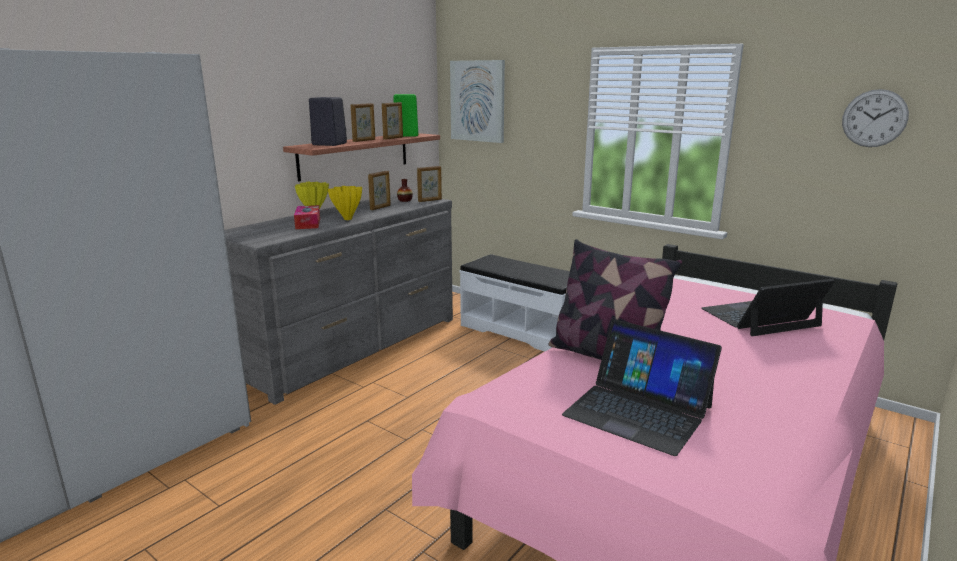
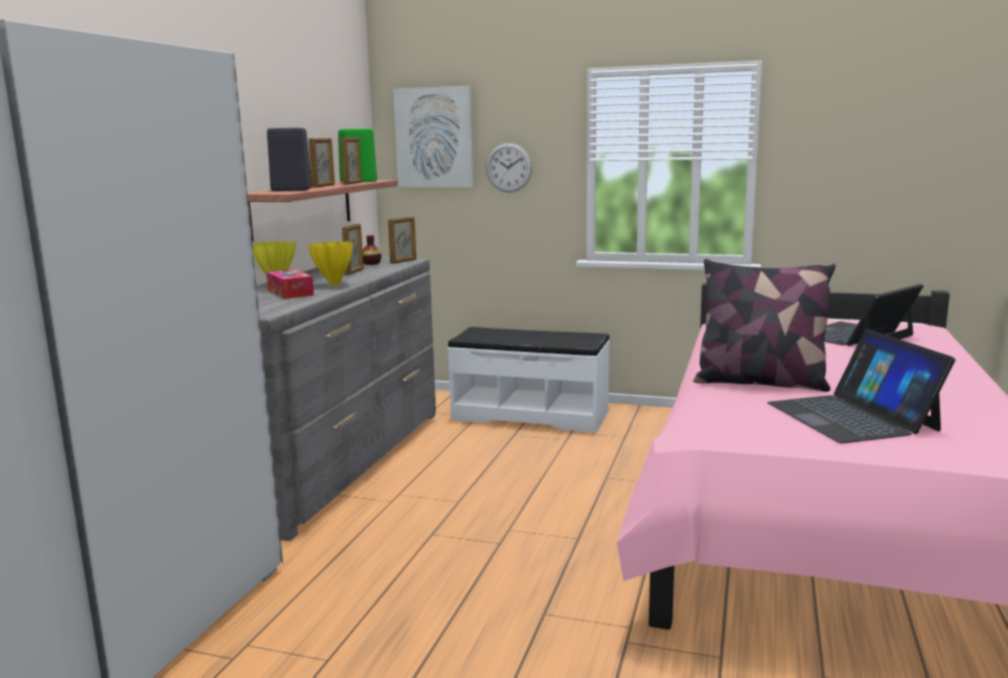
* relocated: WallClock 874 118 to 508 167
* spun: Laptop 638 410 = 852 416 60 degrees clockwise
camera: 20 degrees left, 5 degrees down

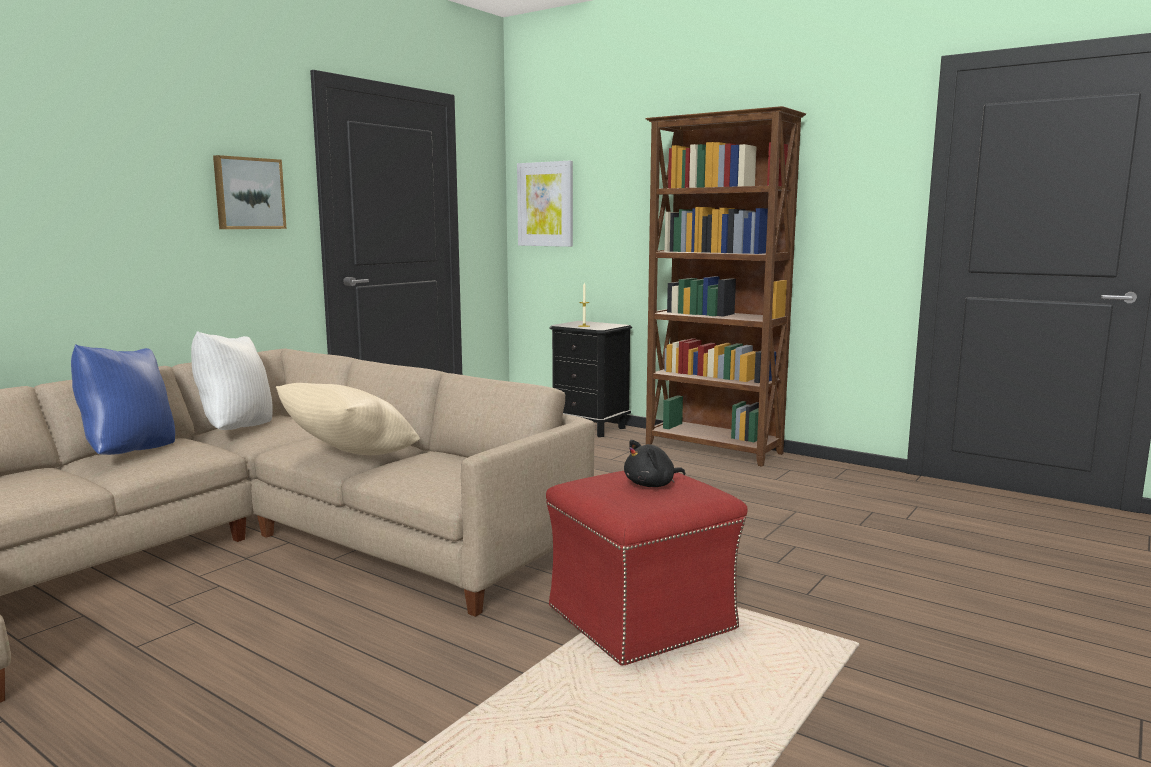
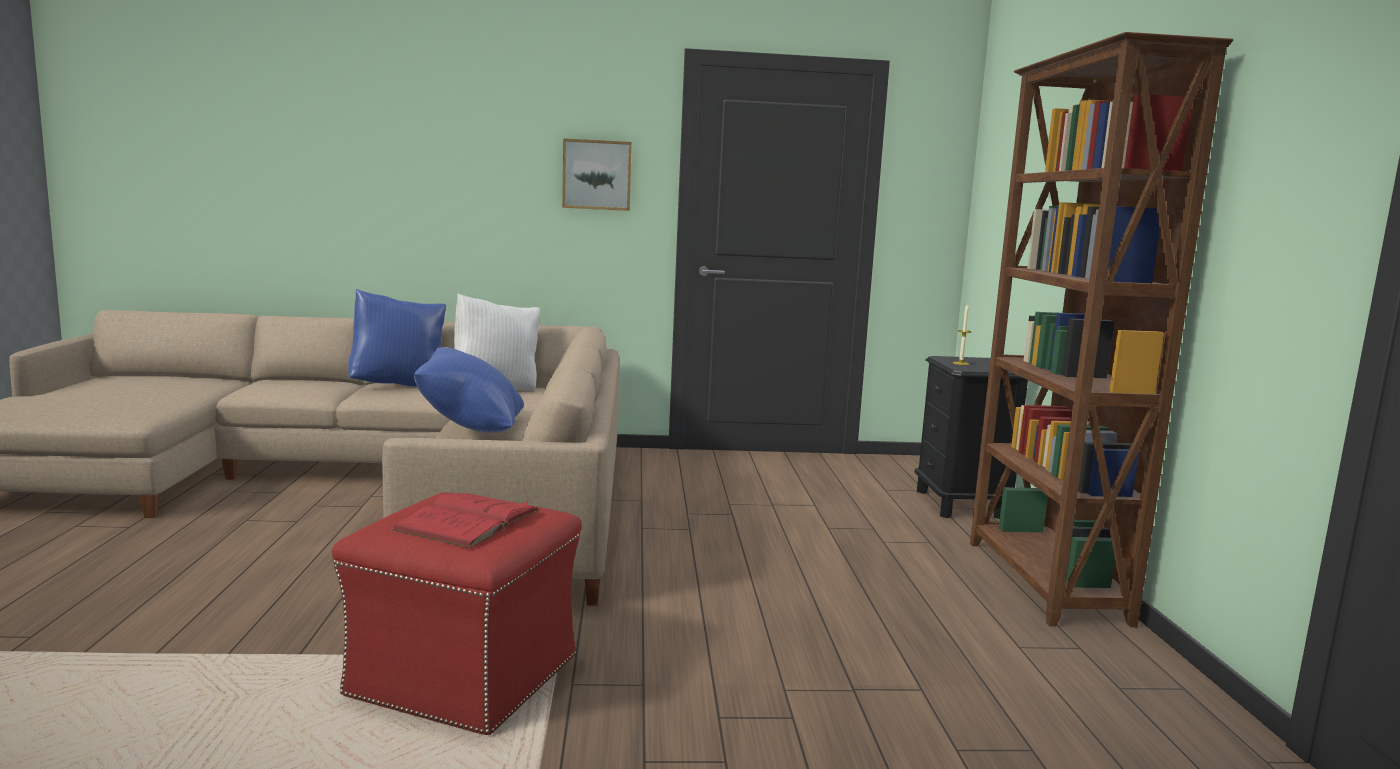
* missing: WallPicture 545 204
* exchanged: BlackPlushToy 652 485 to RedColouredVolume 468 520
* colour: SandColouredPillow 350 457 to BluePillow 470 428
camera: 50 degrees right, 0 degrees up

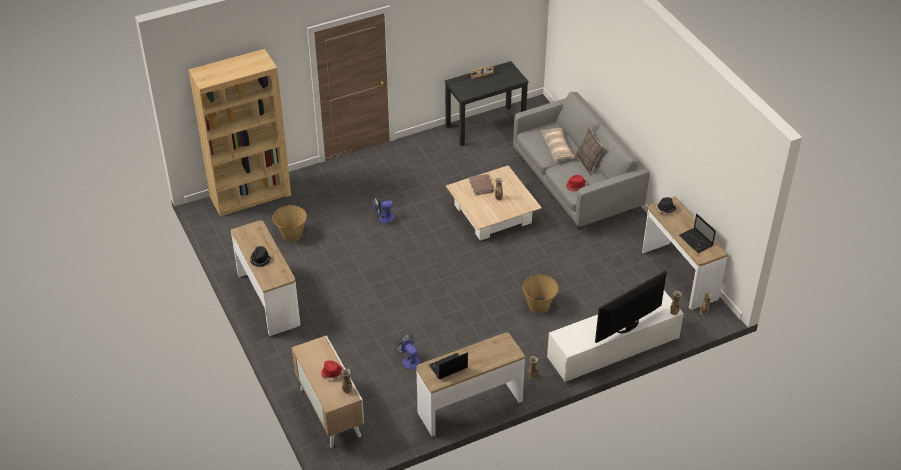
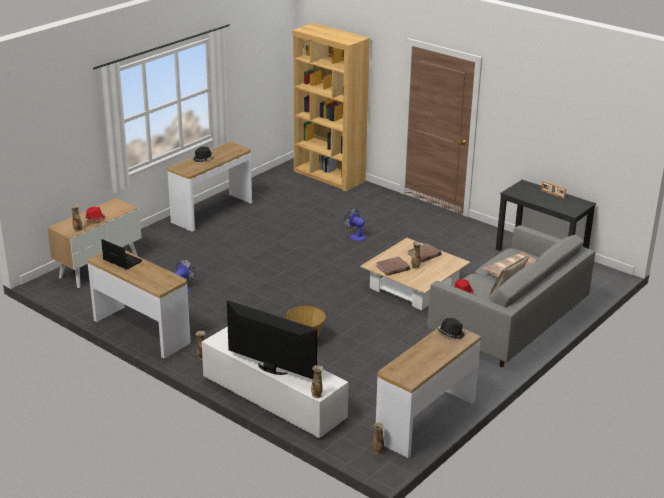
* missing: HouseholdBasket 291 234
* missing: Laptop 696 241
* appeared: BrownVolume 393 268
camera: 65 degrees right, 15 degrees down

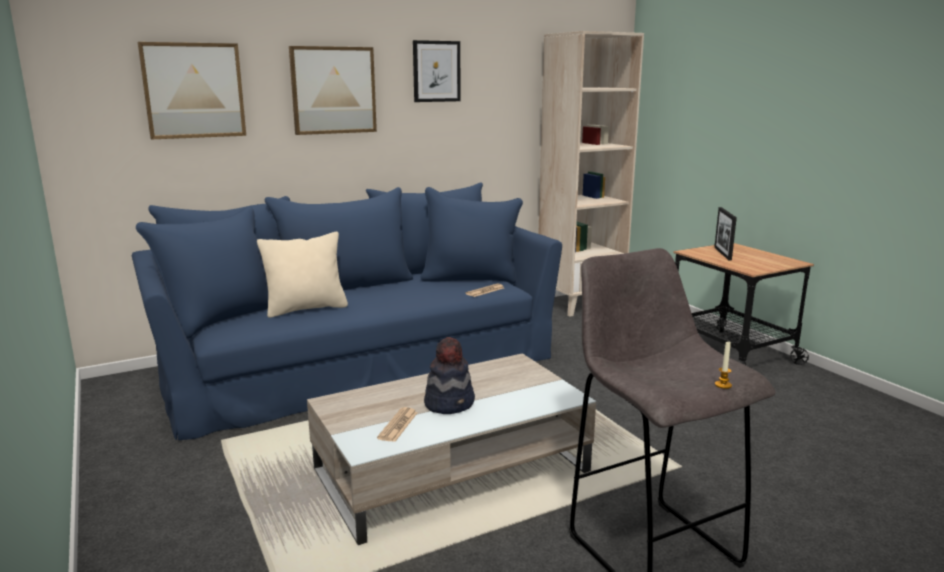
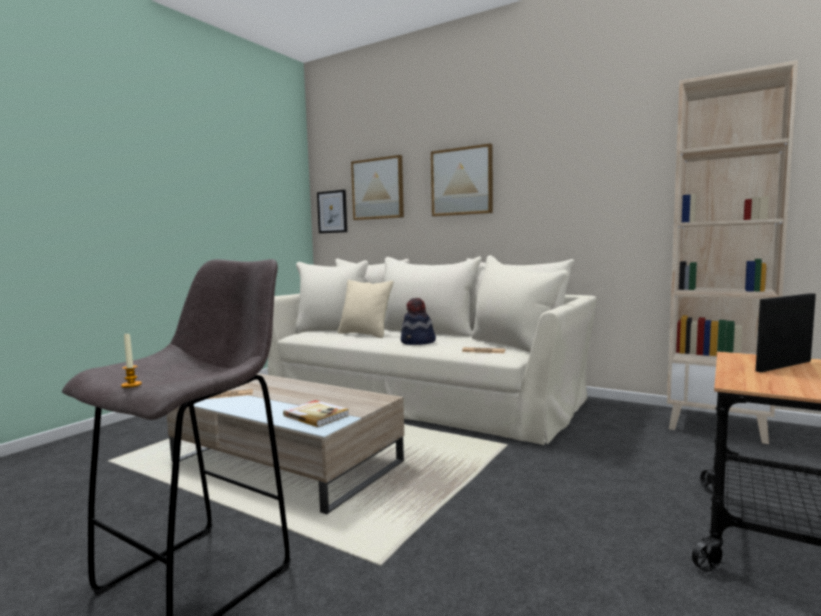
* appeared: Volume 316 415
* relocated: WallPicture 436 71 to 332 212
* relocated: ClothingHat 450 403 to 418 342
* colour: BlueSofa 359 363 to SandColouredSofa 421 395
camera: 60 degrees right, 10 degrees down

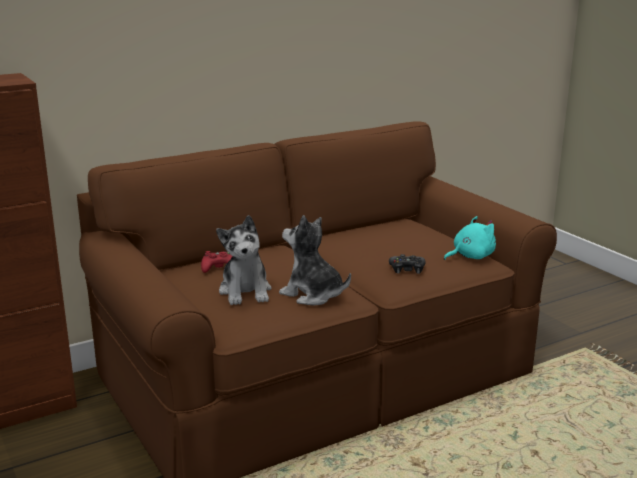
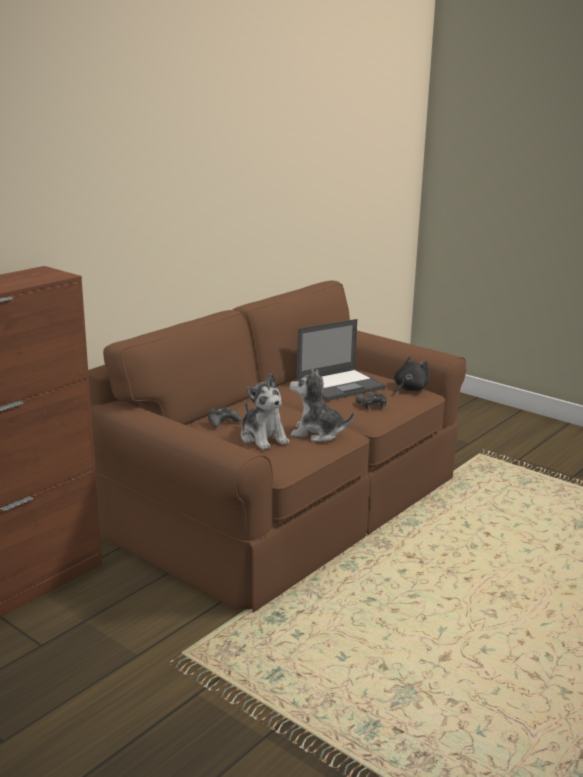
* appeared: Laptop 341 385
* colour: RedColouredGamepad 218 267 to BlackGamepad 222 422
* colour: TurquoisePlushToy 470 256 to BlackPlushToy 409 389
camera: 20 degrees left, 0 degrees up

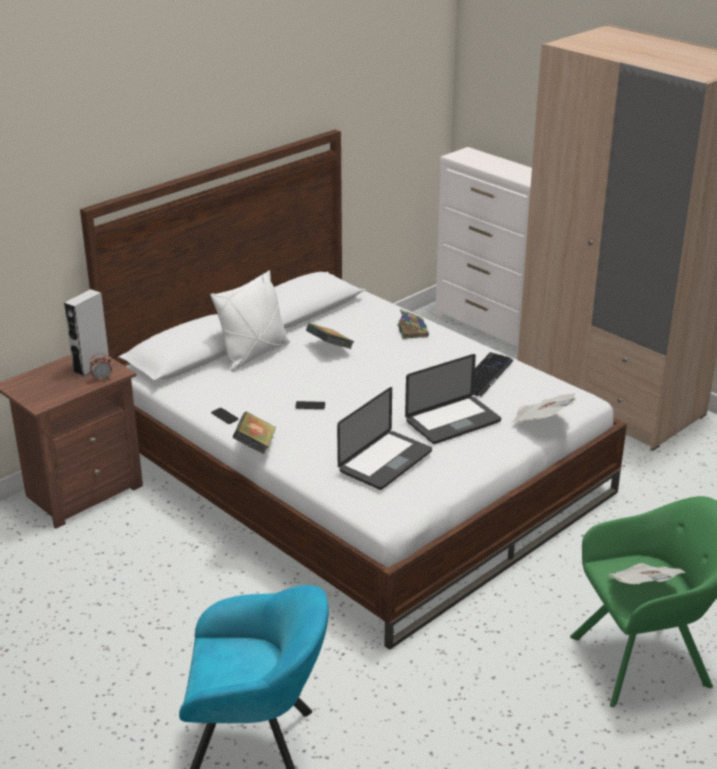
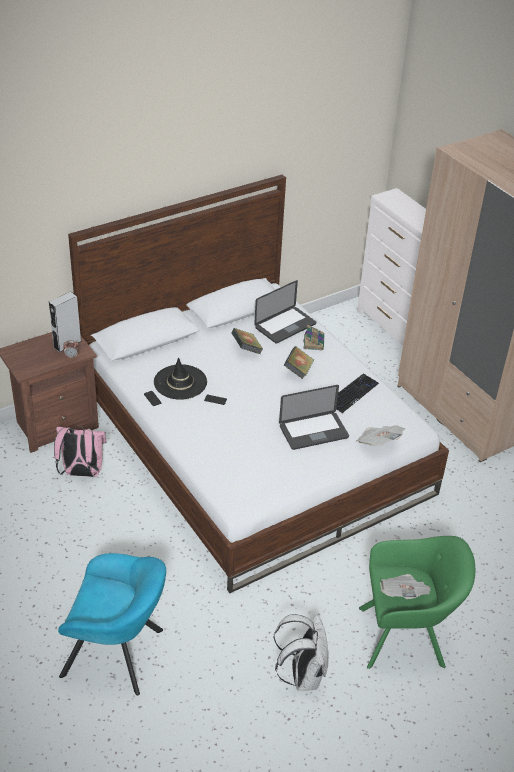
* missing: WhitePillow 254 354
* appeared: PinkKnapsack 81 473
* appeared: BlackClothingHat 180 382
* appeared: WhiteKnapsack 302 675
* relocated: Volume 255 447 to 298 371
* relocated: Laptop 385 461 to 285 326
camera: 10 degrees right, 10 degrees up

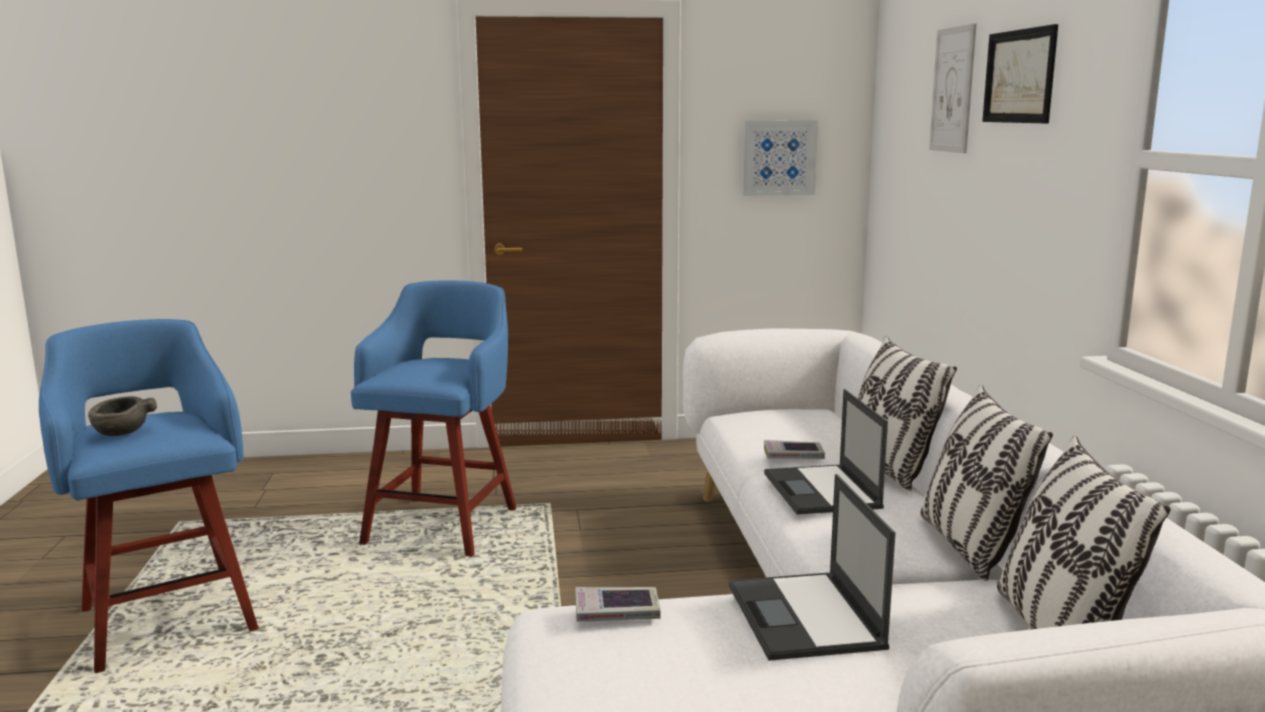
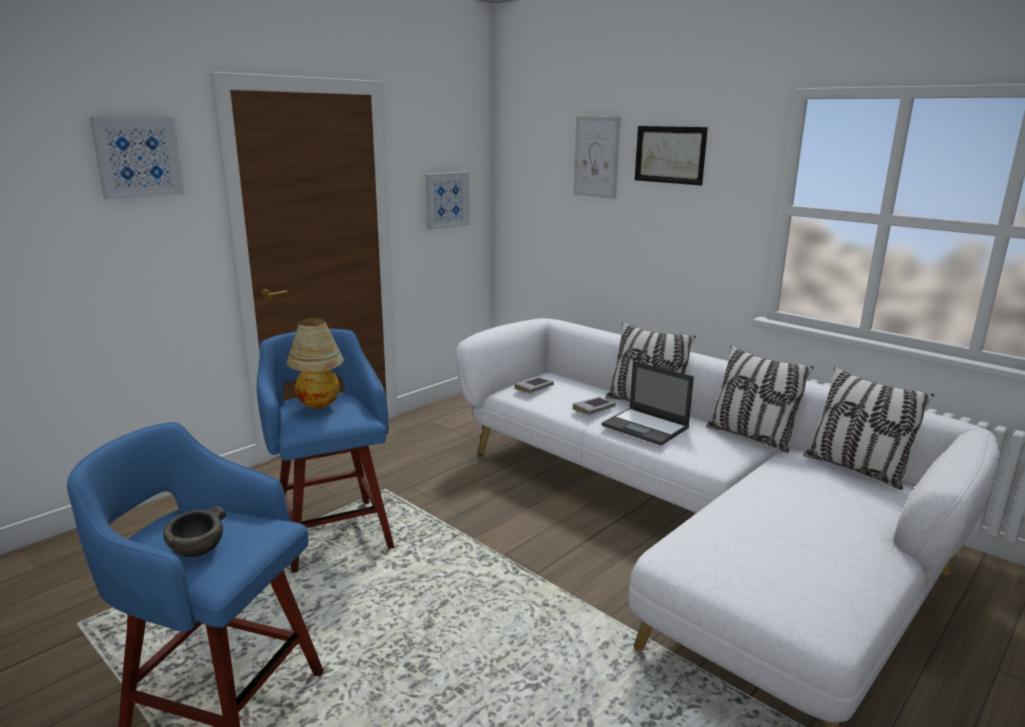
* missing: Laptop 805 617
* appeared: WallPicture 138 157
* appeared: LampForATable 318 406
* relocated: Volume 617 611 to 534 388
camera: 40 degrees left, 5 degrees up

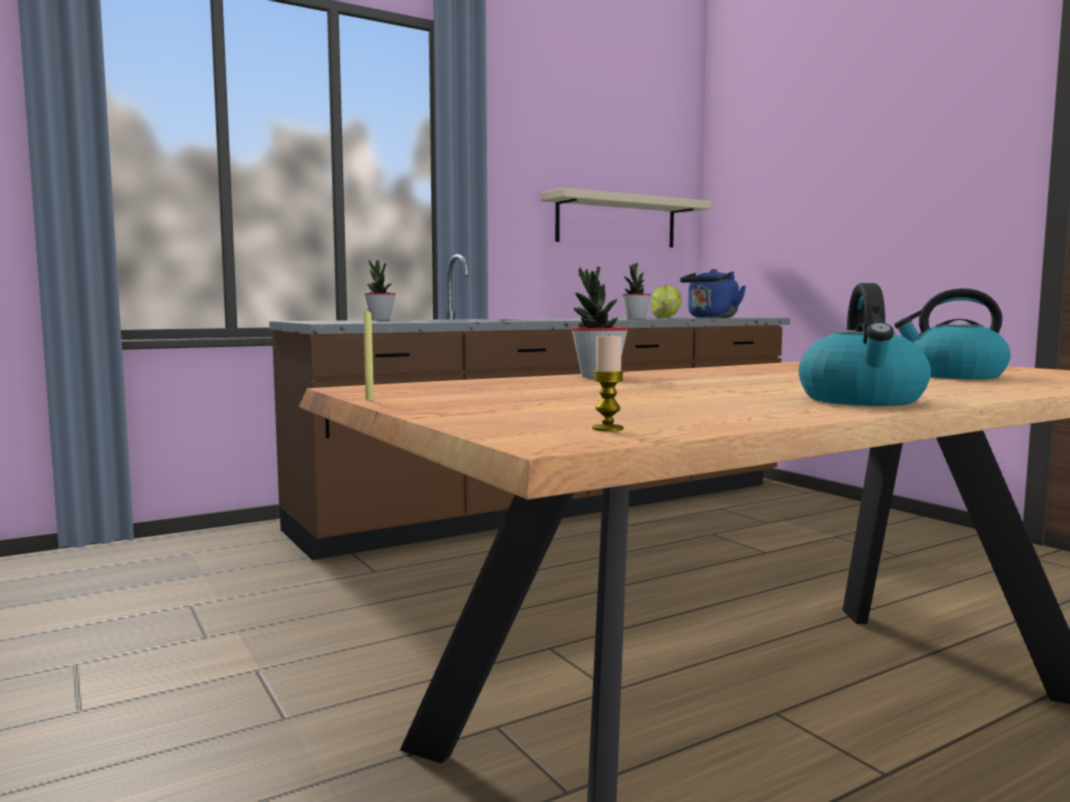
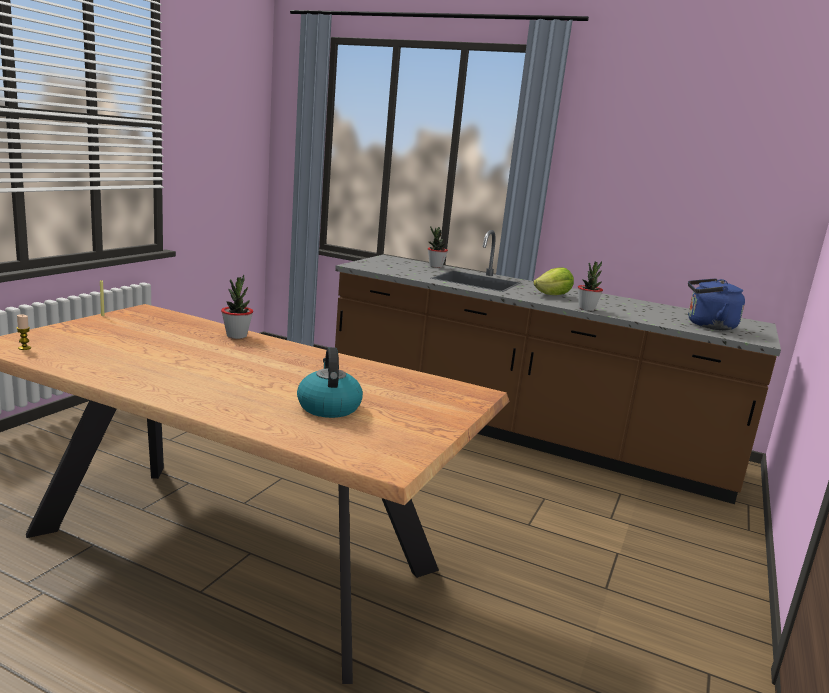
* missing: SandColouredShelf 616 222
* missing: WaterKettle 862 400
* relocated: HeadOfLettuce 666 318 to 553 295
camera: 55 degrees right, 10 degrees up

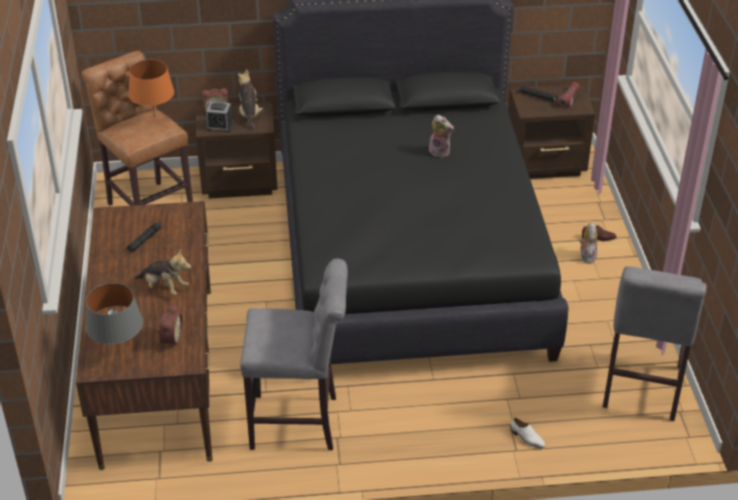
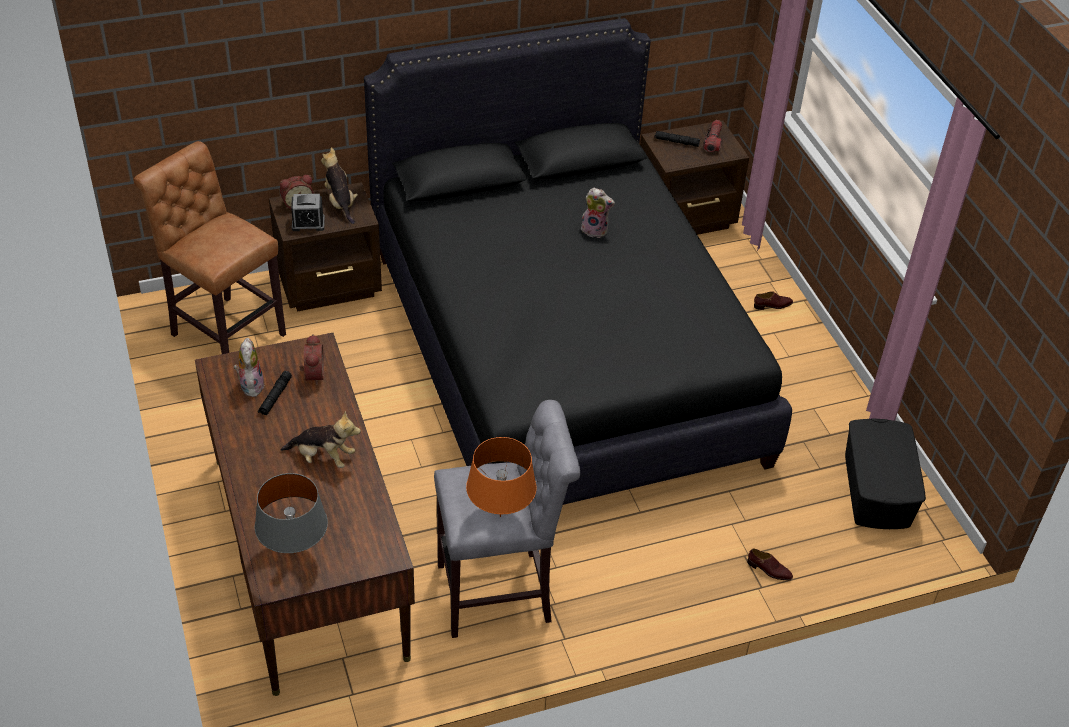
* relocated: OrangeyLampForATable 154 118 to 500 516
* relocated: TableClock 170 339 to 312 375
* relocated: PlushToy 586 256 to 250 385
* exchanged: GreyishStoolSeat 641 390 to BlackStorageContainer 876 490
* colour: WhiteLowShoe 527 438 to BrownLowShoe 769 570
camera: 15 degrees left, 5 degrees up

